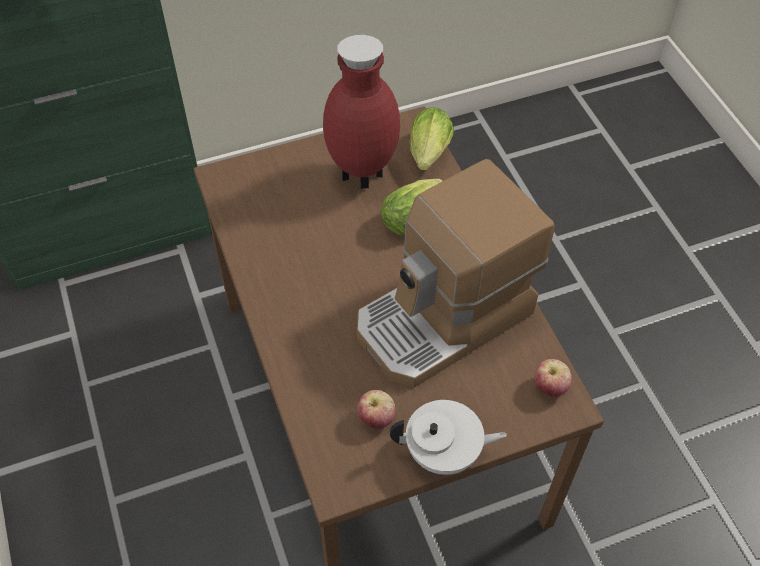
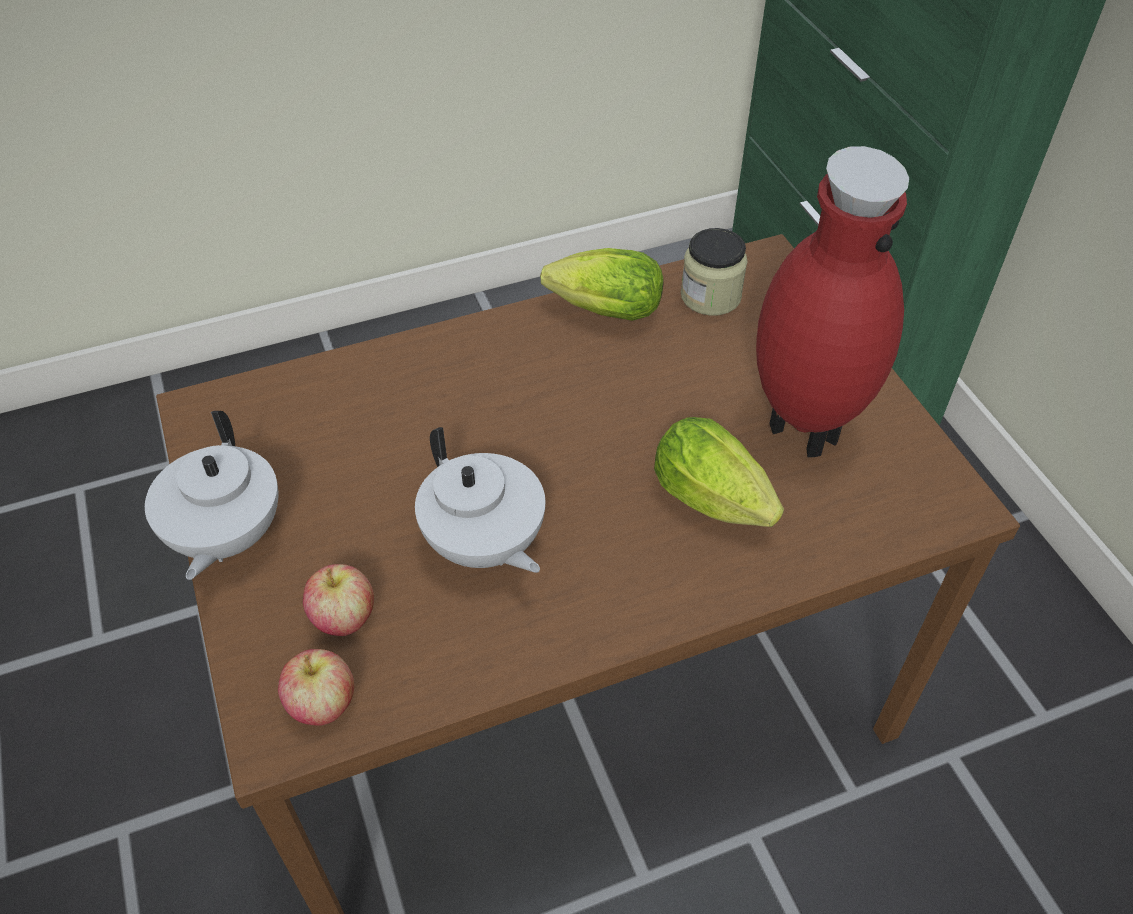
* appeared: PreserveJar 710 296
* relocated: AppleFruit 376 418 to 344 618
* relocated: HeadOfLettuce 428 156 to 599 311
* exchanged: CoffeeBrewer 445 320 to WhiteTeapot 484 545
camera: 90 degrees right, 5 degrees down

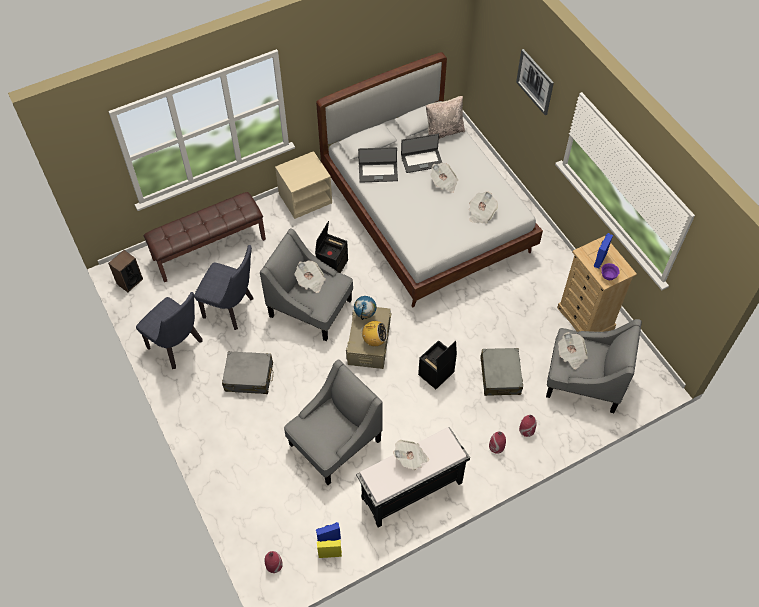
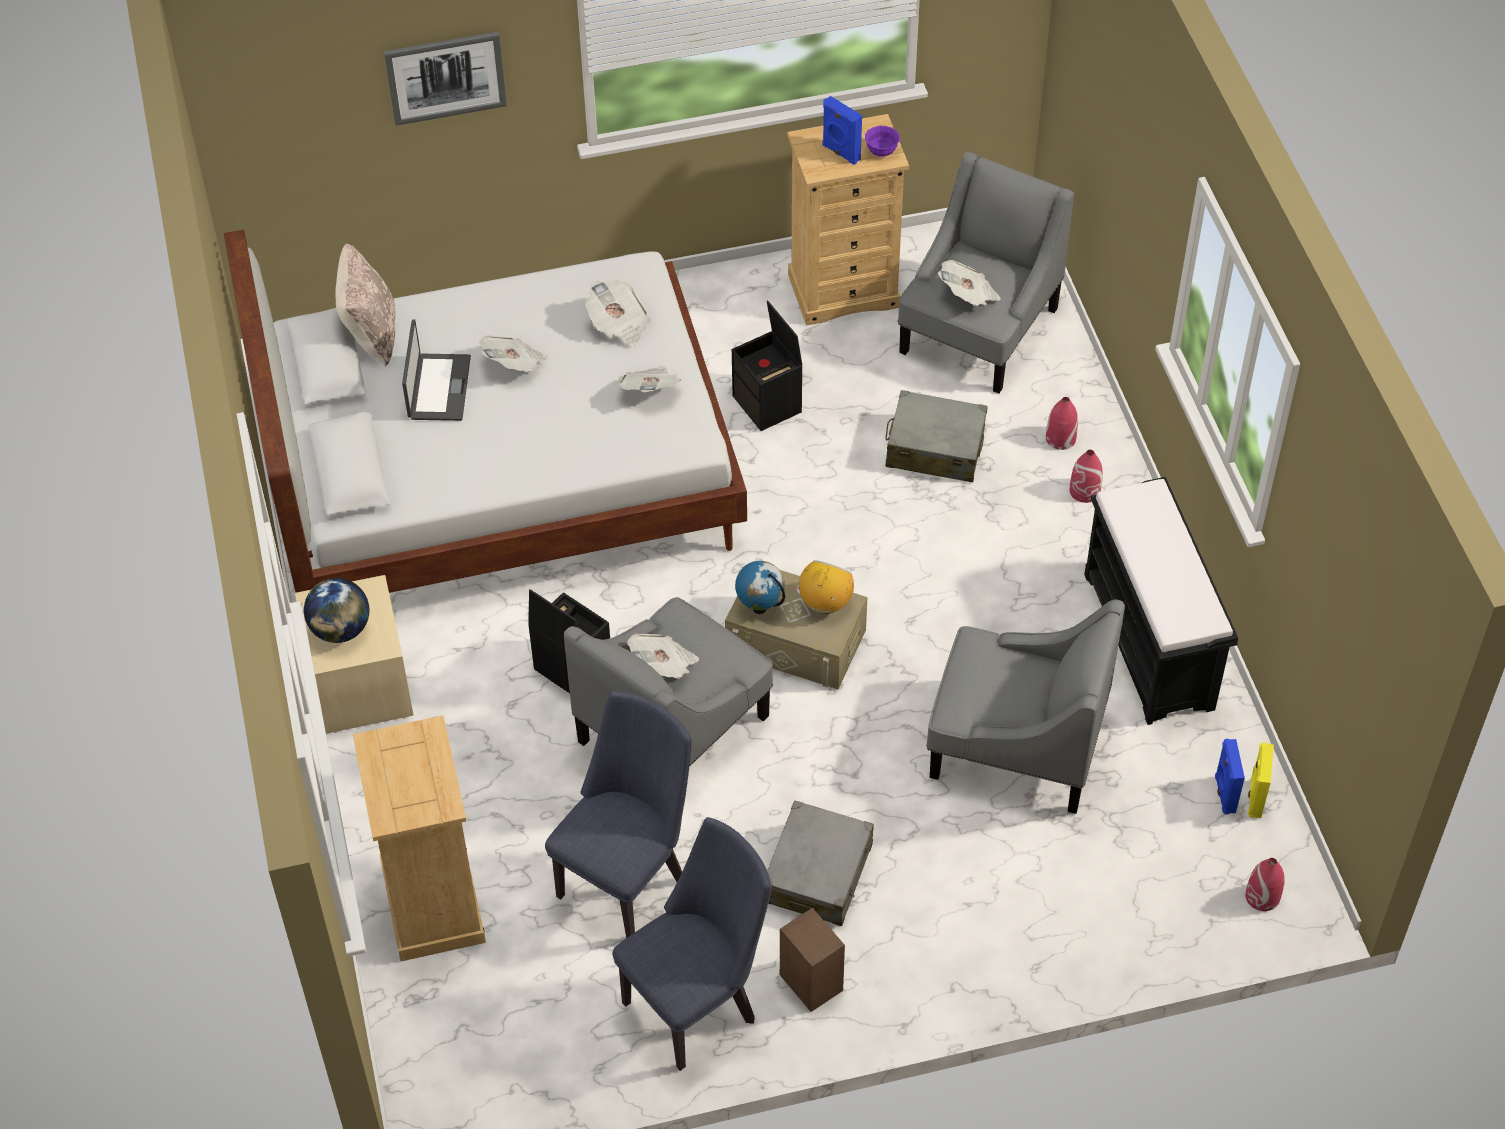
* missing: Laptop 378 172
* appeared: WorldGlobe 340 630
* relocated: AudioSpeaker 129 281 to 811 983
* relocated: Newspaper 411 458 to 650 390
* relocated: BlackStorageContainer 436 374 to 768 404
* exchanged: BrownIndoorBench 209 248 to SandColouredDrawerChest 432 902
* spun: GreyishArmchair 335 442 = 1016 745 135 degrees clockwise
camera: 75 degrees left, 5 degrees down

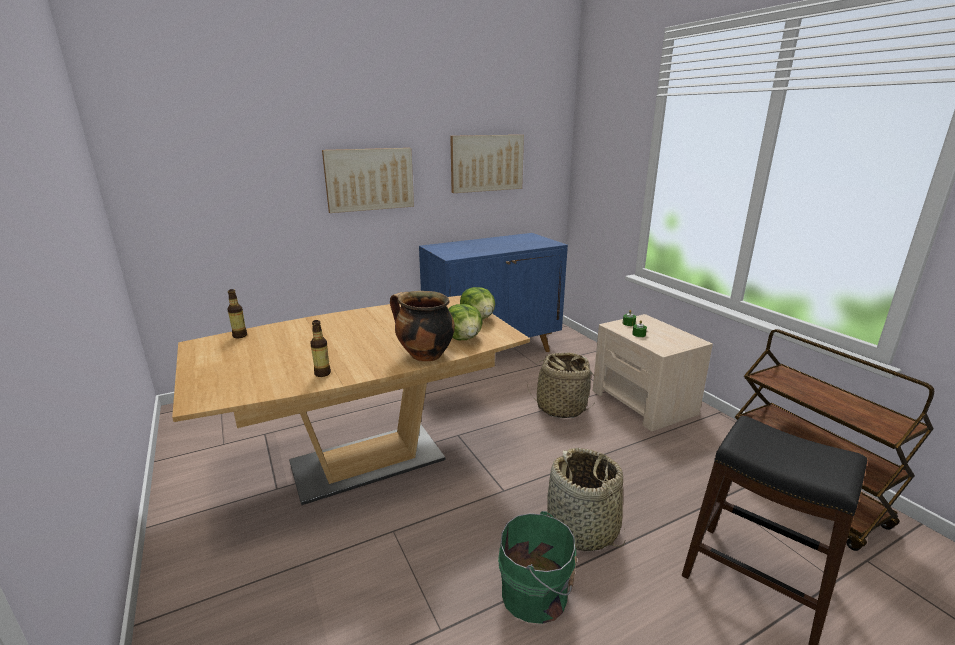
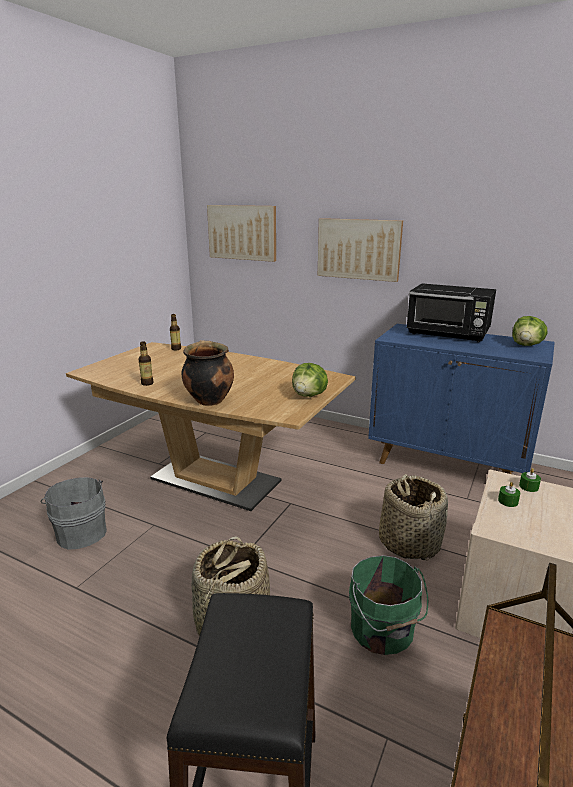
* appeared: GreyishPail 81 532
* appeared: BlackMicrowave 448 334
* relocated: HeadOfLettuce 464 338 to 526 345
* relocated: WallPicture 486 163 to 242 232
* relocated: GreenishPail 537 594 to 382 631
camera: 55 degrees right, 0 degrees up

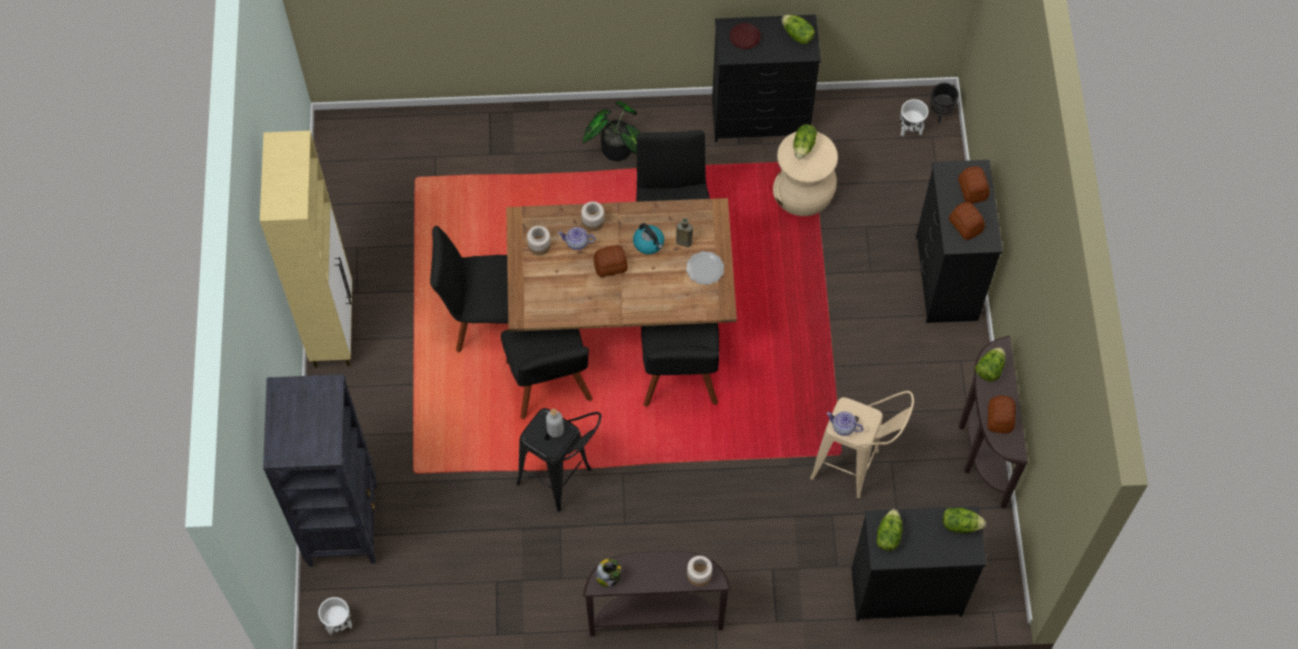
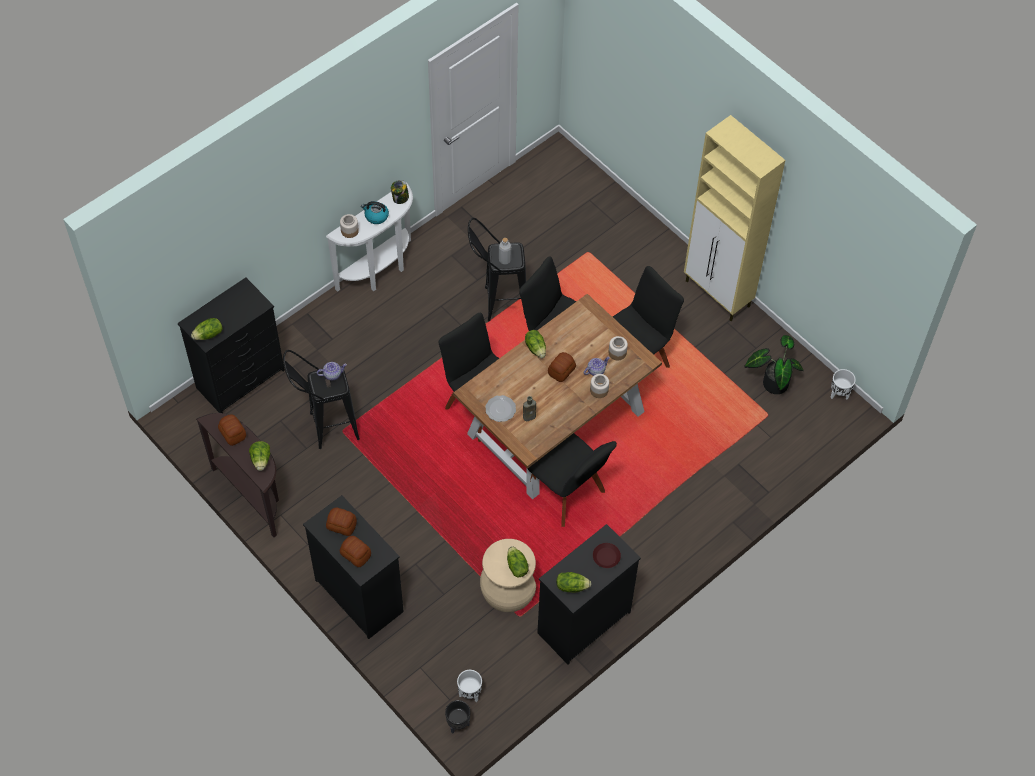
* missing: BlackShelvingUnit 343 524
* relocated: WhitePlanter 339 624 to 839 394
* relocated: PottedPlant 617 152 to 772 382
* relocated: WaterKettle 649 243 to 376 216
* relocated: HeadOfLettuce 888 535 to 536 348
* colour: BrownHallTable 655 616 to WhiteHallTable 380 271
* colour: SandColouredStoolSeat 855 469 to BlackStoolSeat 325 428
camera: 140 degrees right, 5 degrees down

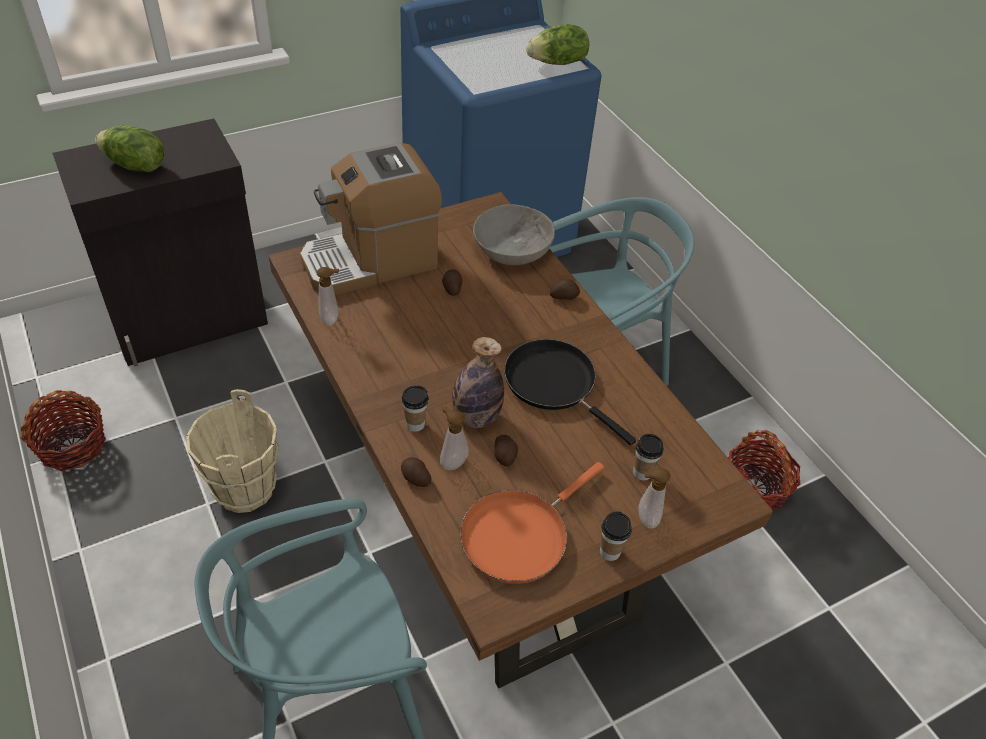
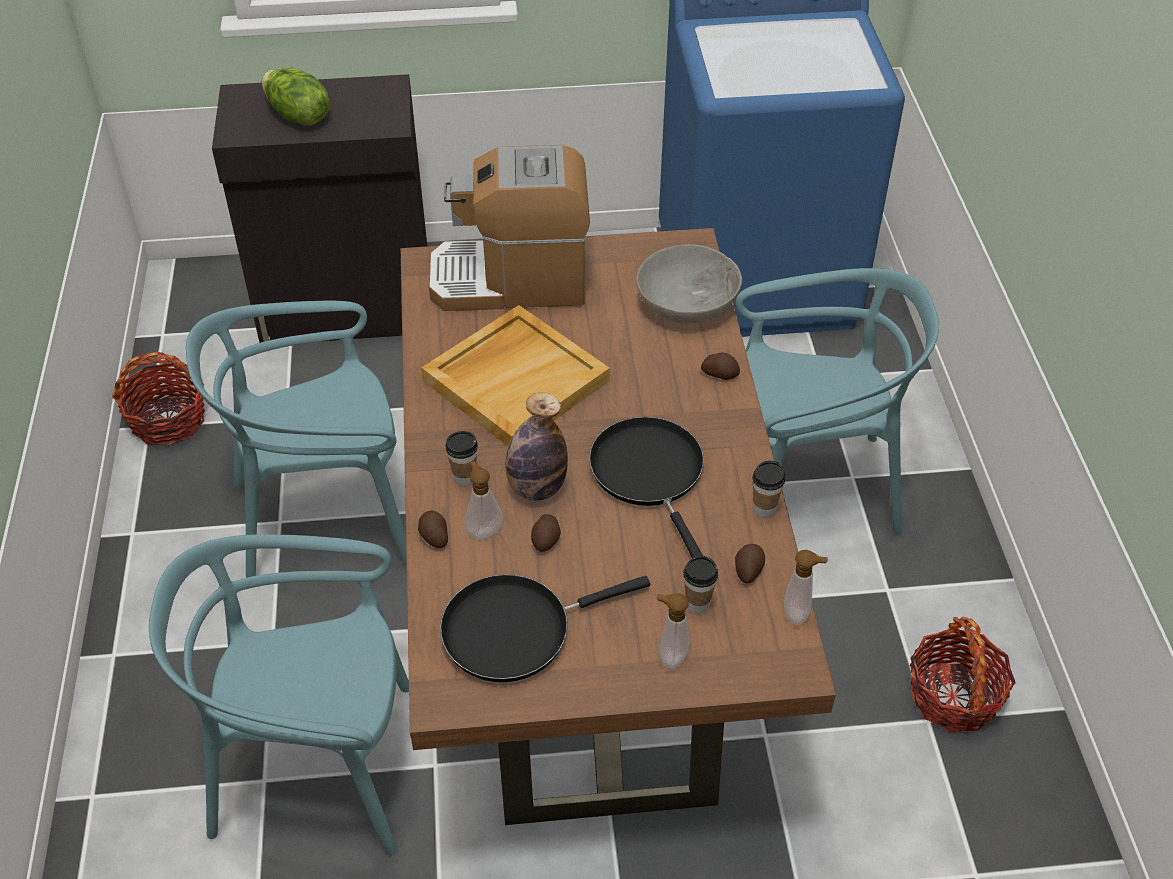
* missing: HeadOfLettuce 558 63
* appeared: SandColouredServingTray 516 379
* relocated: SoapBottle 331 319 to 799 614
* relocated: Spud 452 288 to 748 569
* relocated: Cup 609 552 to 764 509
* exchanged: SandColouredPail 244 489 to TurquoisePlainChair 324 517
* colour: OrangeyPan 519 535 to BlackPan 515 630
camera: 25 degrees right, 0 degrees up

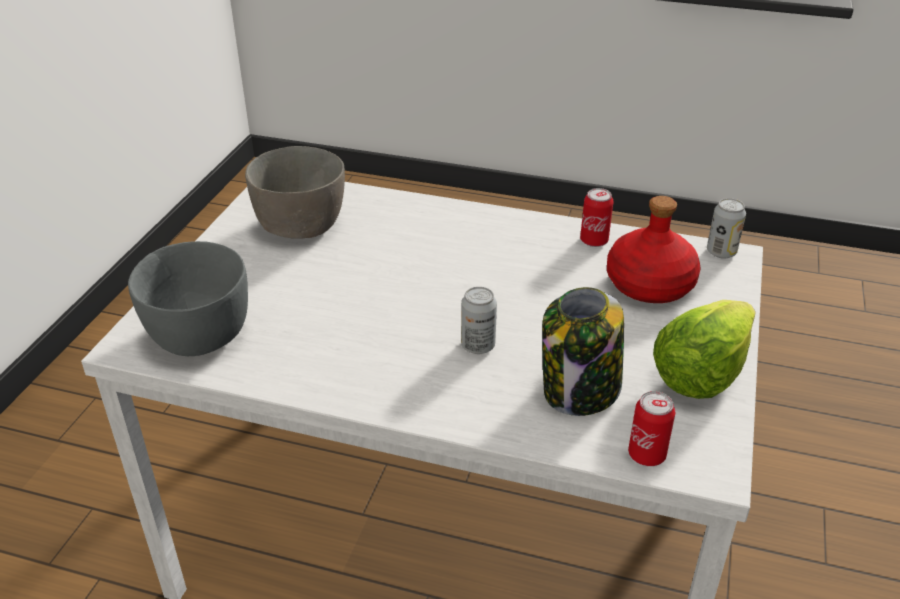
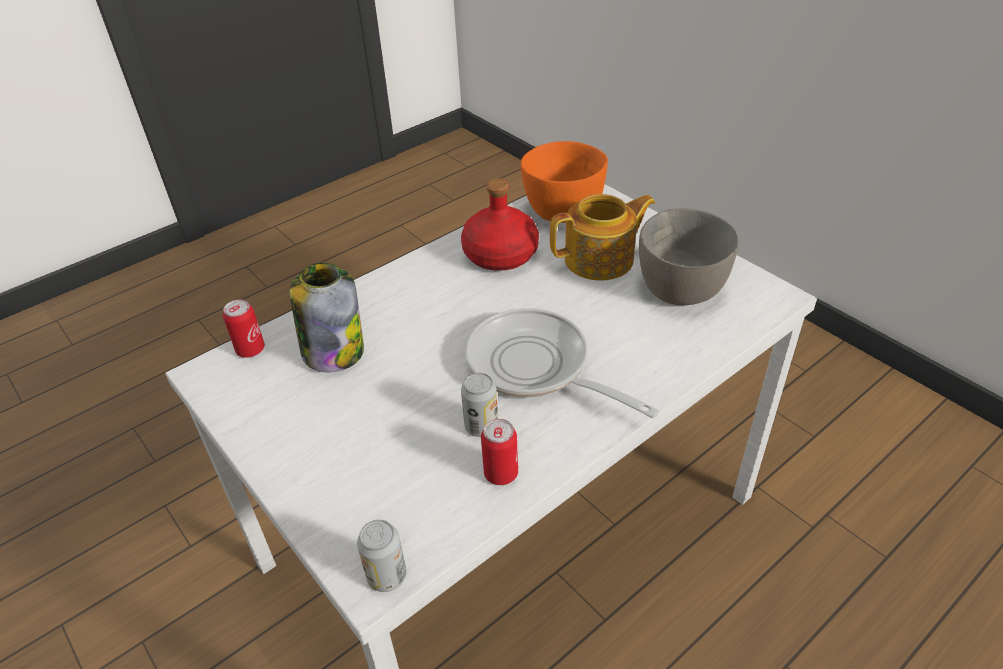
* missing: HeadOfLettuce 699 374
* appeared: Pan 536 367
* appeared: Teapot 601 260
* relocated: MetalCan 478 345 to 481 426
* relocated: RedColouredBeverageBottle 650 285 to 499 254
* colour: GreyishServingBowl 199 337 to OrangeyServingBowl 562 210
camera: 125 degrees right, 5 degrees up

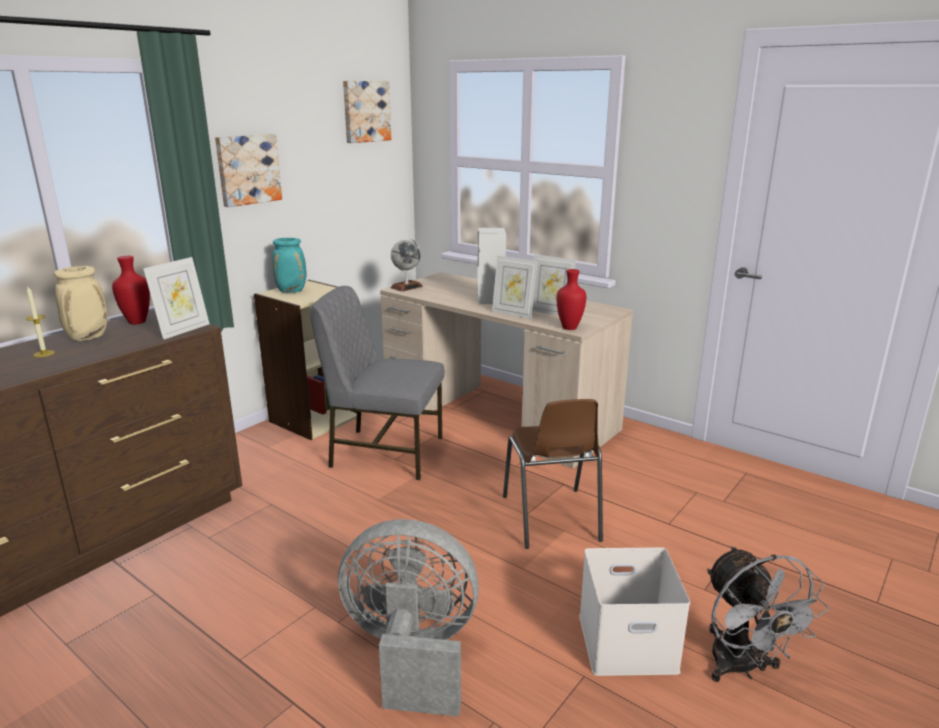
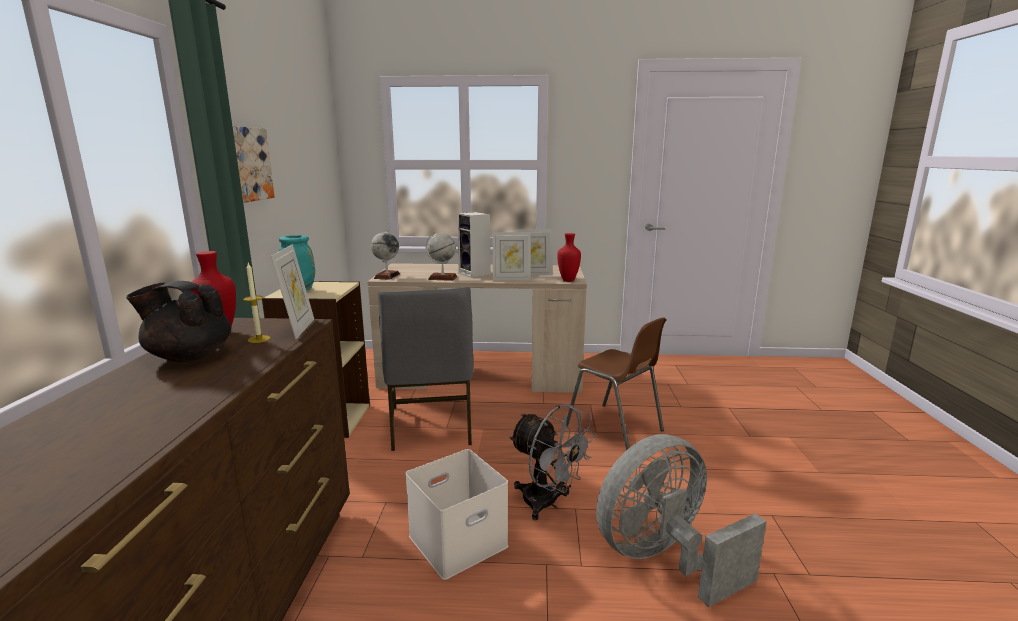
* missing: WallPicture 365 111
* appeared: WorldGlobe 442 278
* relocated: WaxLight 44 353 to 259 339
* relocated: WhiteStorageContainer 628 641 to 458 539
* relocated: GreyishFan 742 668 to 548 503
* exchanged: SandColouredDecorativeVase 89 337 to BlackTeapot 189 356
* spun: GreyishPlainChair 385 452 = 431 425 75 degrees counterclockwise
camera: 35 degrees left, 5 degrees down

